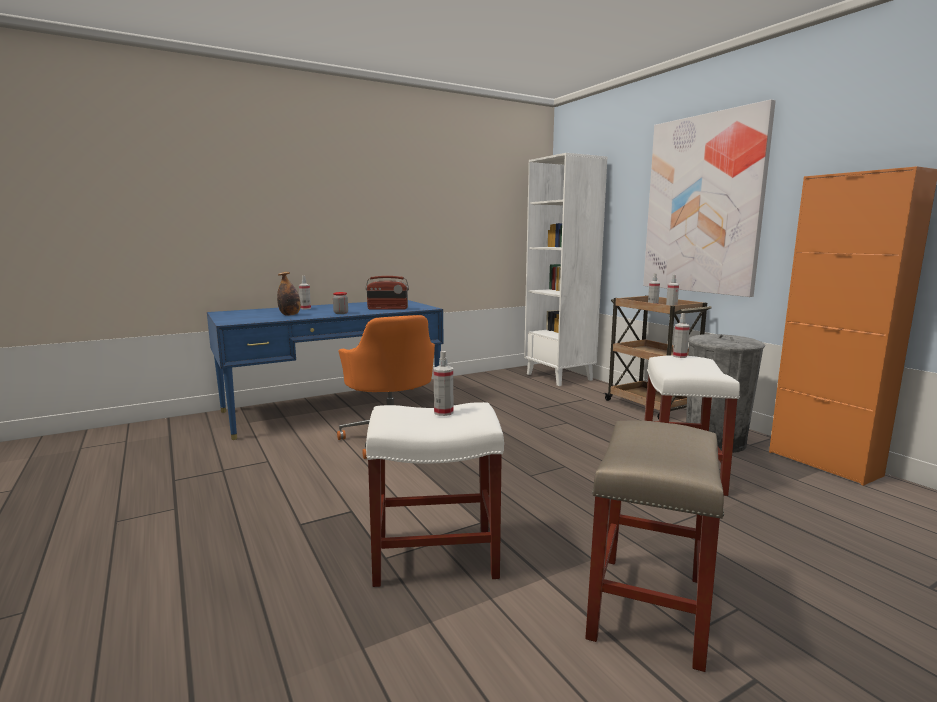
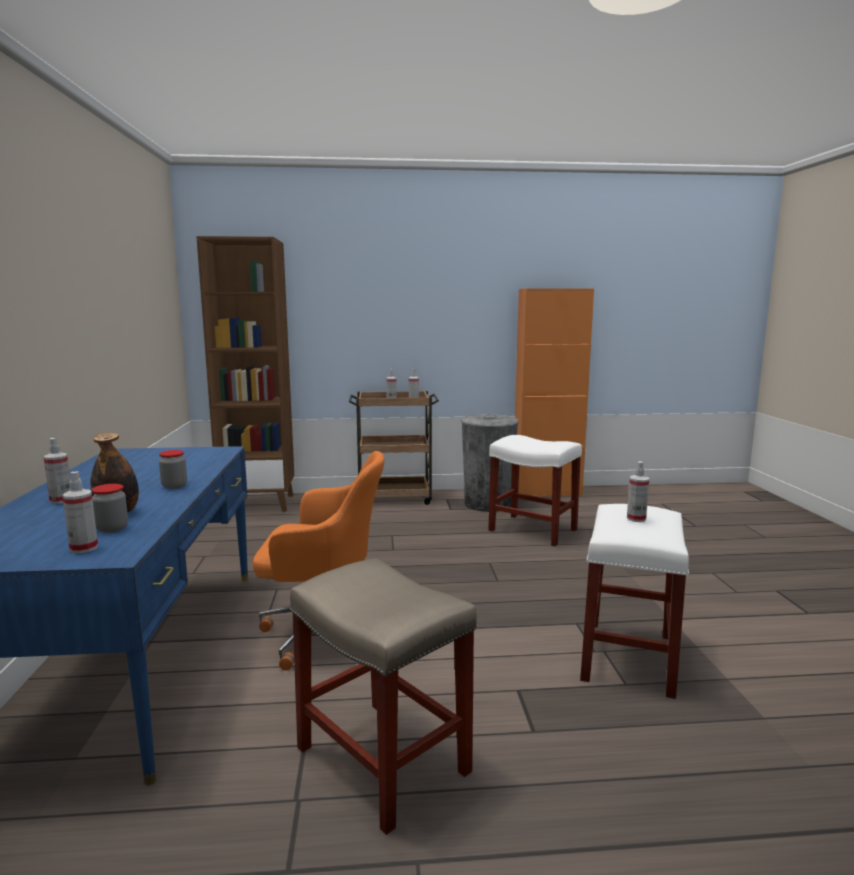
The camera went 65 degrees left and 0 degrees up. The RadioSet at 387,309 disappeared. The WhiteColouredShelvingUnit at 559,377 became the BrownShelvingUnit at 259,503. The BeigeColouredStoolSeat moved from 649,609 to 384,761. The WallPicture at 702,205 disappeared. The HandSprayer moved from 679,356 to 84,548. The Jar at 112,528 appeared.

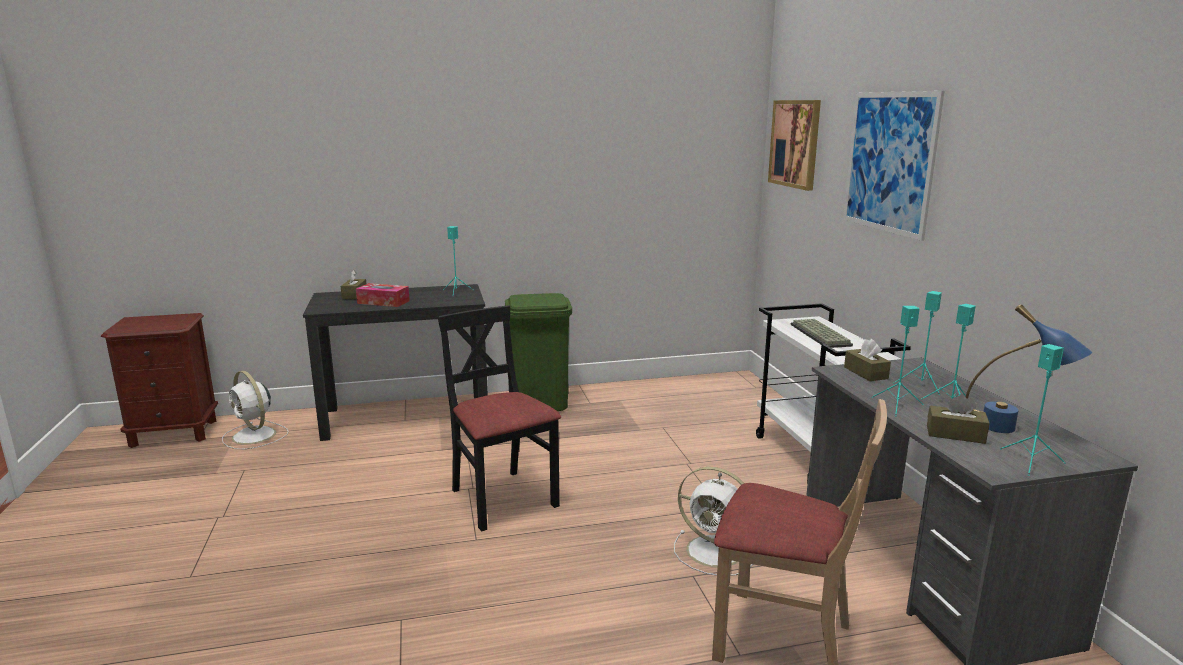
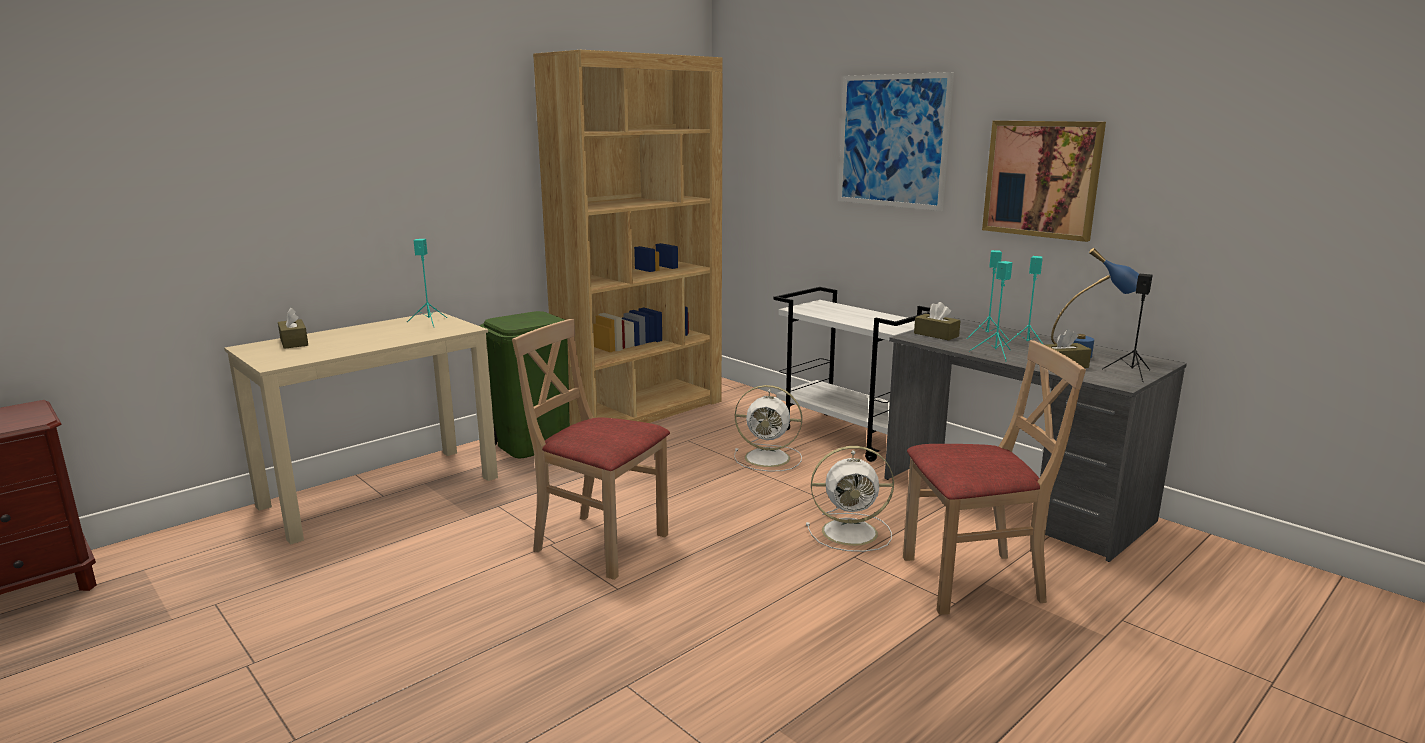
The camera went 30 degrees left and 0 degrees up. The WhiteColouredElectricFan moved from 255,436 to 769,458. The BlackColouredDesk at 407,416 became the BeigeColouredDesk at 382,491. The TissueBox at 383,302 disappeared. The BlackColouredPlainChair at 502,498 became the BeigeColouredPlainChair at 600,544. The WallPicture moved from 795,143 to 1042,179. The Keyboard at 821,335 disappeared. The BlueGreenLoudspeaker at 1031,462 became the BlackColouredLoudspeaker at 1131,373. The BrownShelvingUnit at 641,410 appeared.

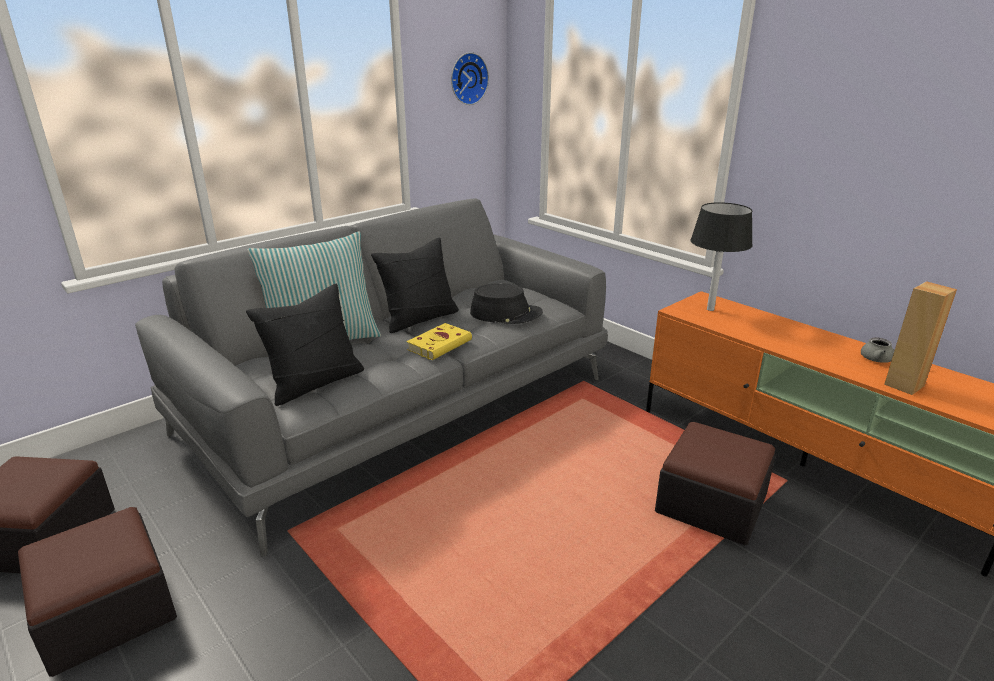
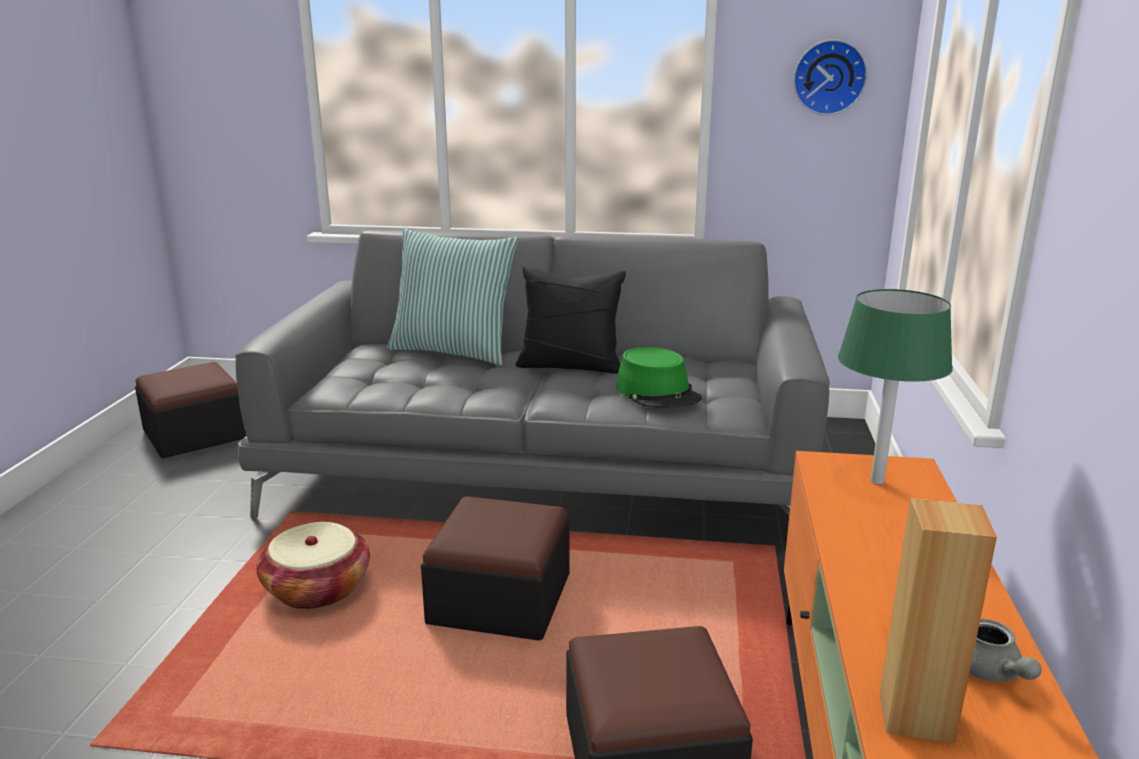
The camera went 50 degrees right and 5 degrees down. The Pouffe moved from 107,611 to 500,598. The BlackColouredCushion at 315,383 disappeared. The YellowishBoundBook at 440,344 disappeared. The BlackColouredHat at 506,313 became the GreenishHat at 658,393. The BlackColouredLampForATable at 710,309 became the GreenishLampForATable at 876,481. The HouseholdBasket at 317,589 appeared.

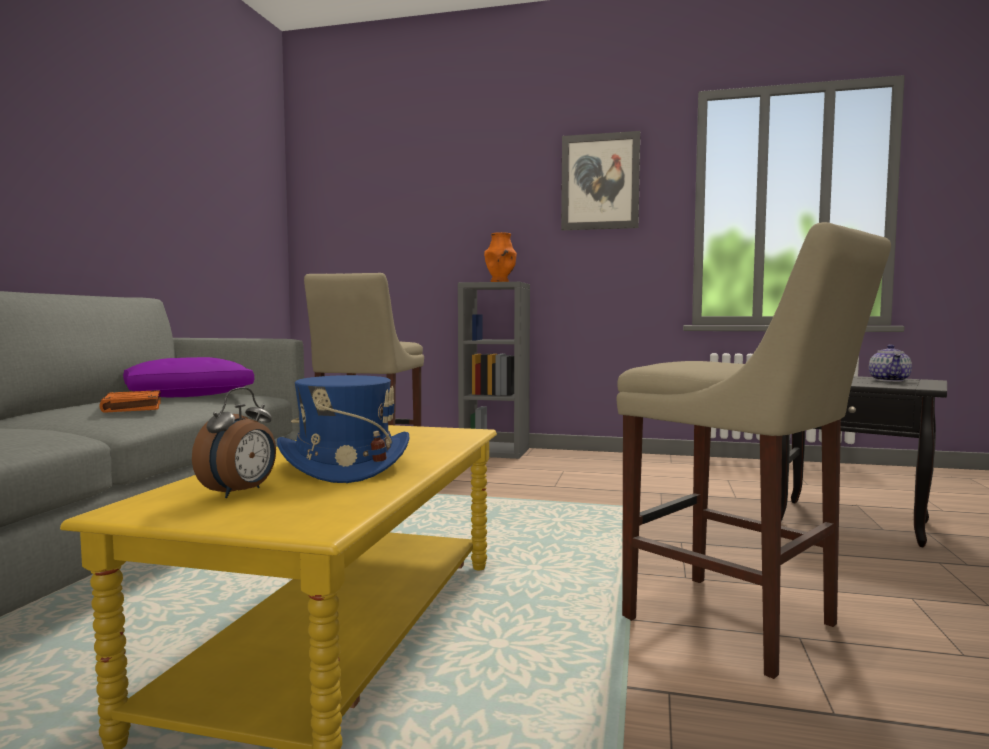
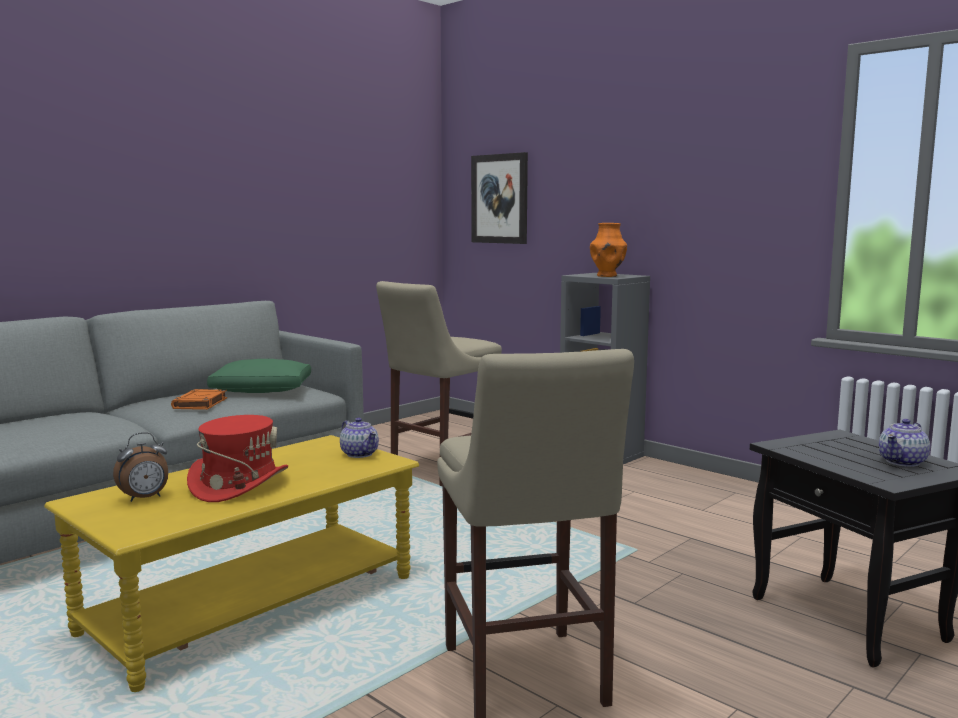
The camera went 30 degrees right and 5 degrees up. The PurpleColouredCushion at 190,395 became the GreenishCushion at 263,390. The BluishHat at 344,465 became the RedColouredHat at 239,484. The WallPicture moved from 600,182 to 499,199. The TeaPot at 359,454 appeared.

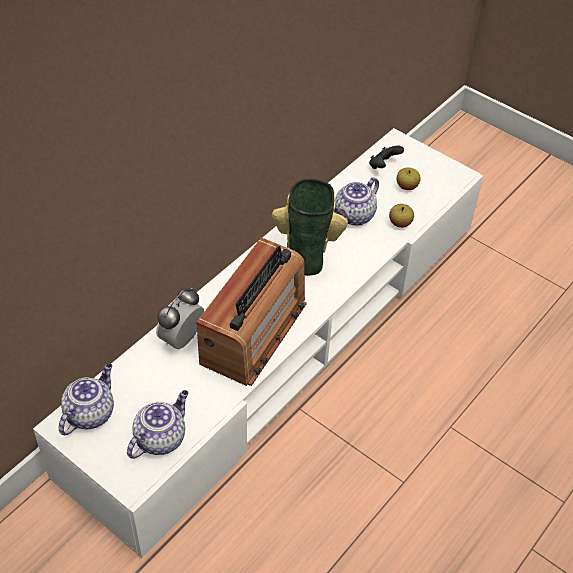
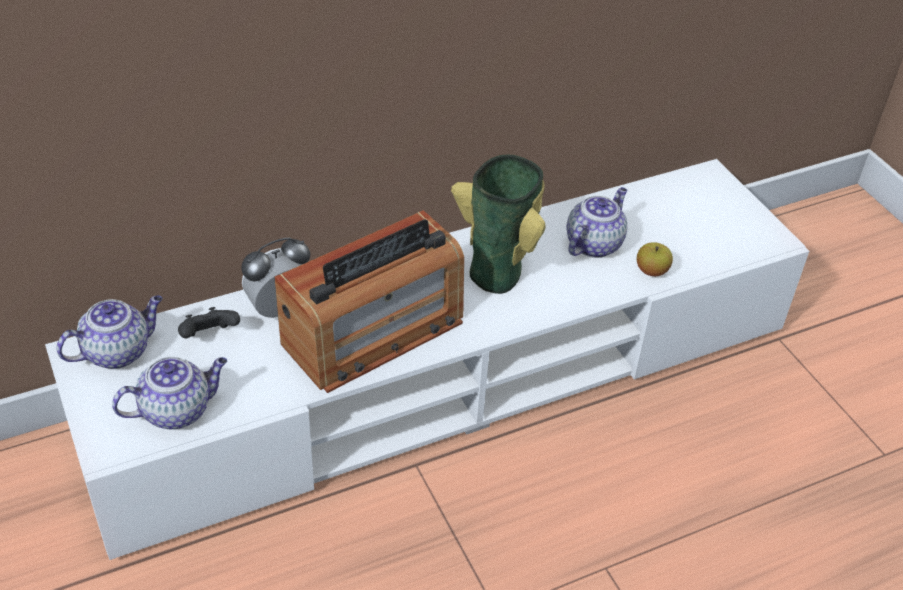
The camera went 25 degrees right and 5 degrees down. The TeaPot at 354,216 turned 150 degrees clockwise. The BlackColouredGamepad moved from 383,166 to 209,336. The WholeApple at 407,186 disappeared.

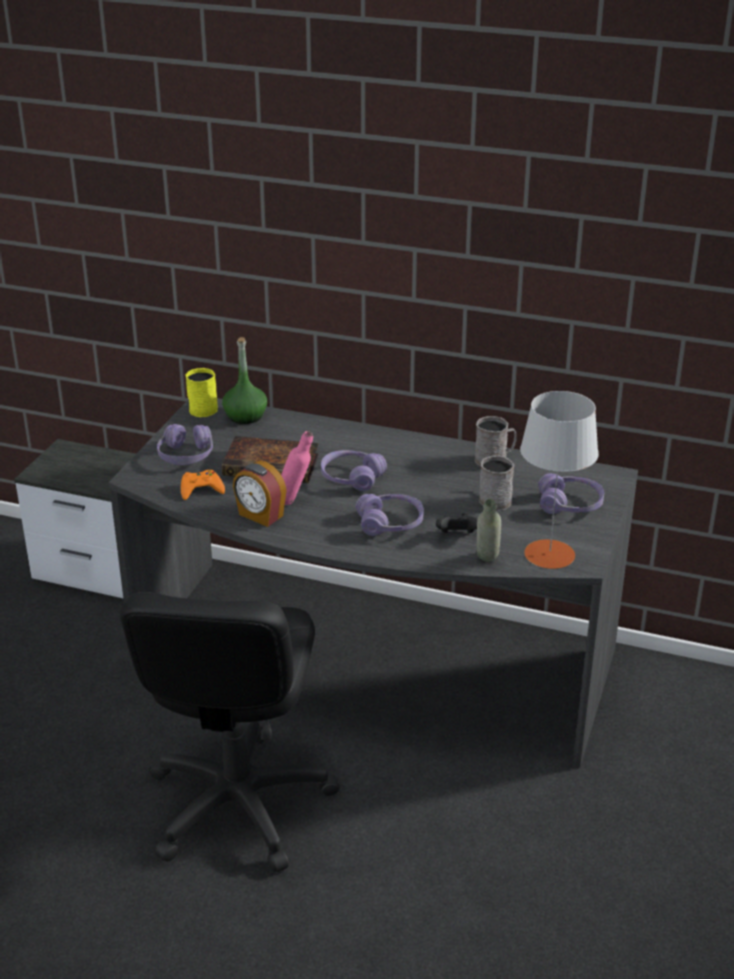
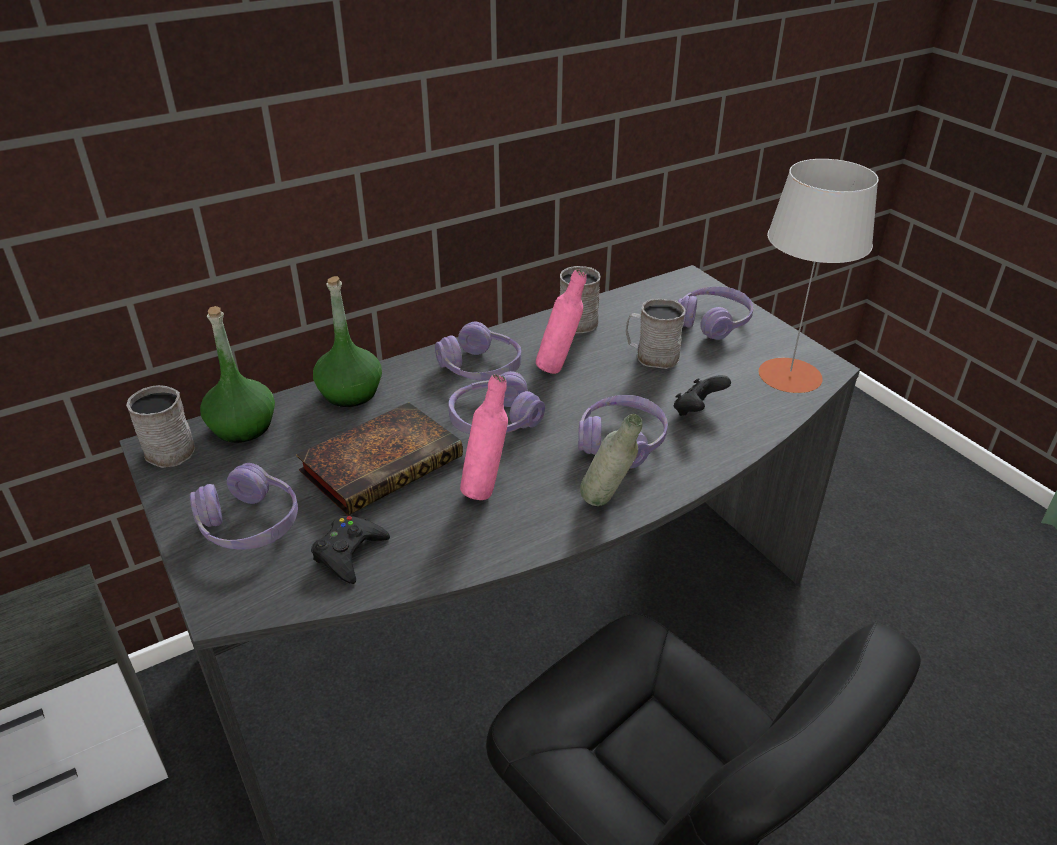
The camera went 50 degrees left and 5 degrees up. The OrangeColouredGamepad at 201,489 became the BlackColouredGamepad at 349,553. The YellowishCoffeeMug at 203,407 became the GreyishCoffeeMug at 165,449. The TableClock at 260,515 disappeared. The GreyishDrinkBottle moved from 487,563 to 607,506. The GreenishDrinkBottle at 350,393 appeared. The PurpleColouredHeadset at 481,368 appeared. The PinkishDrinkBottle at 559,367 appeared.

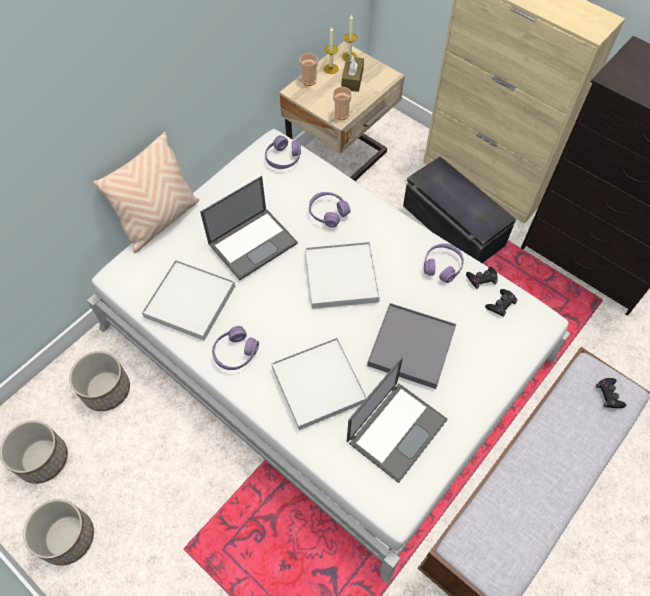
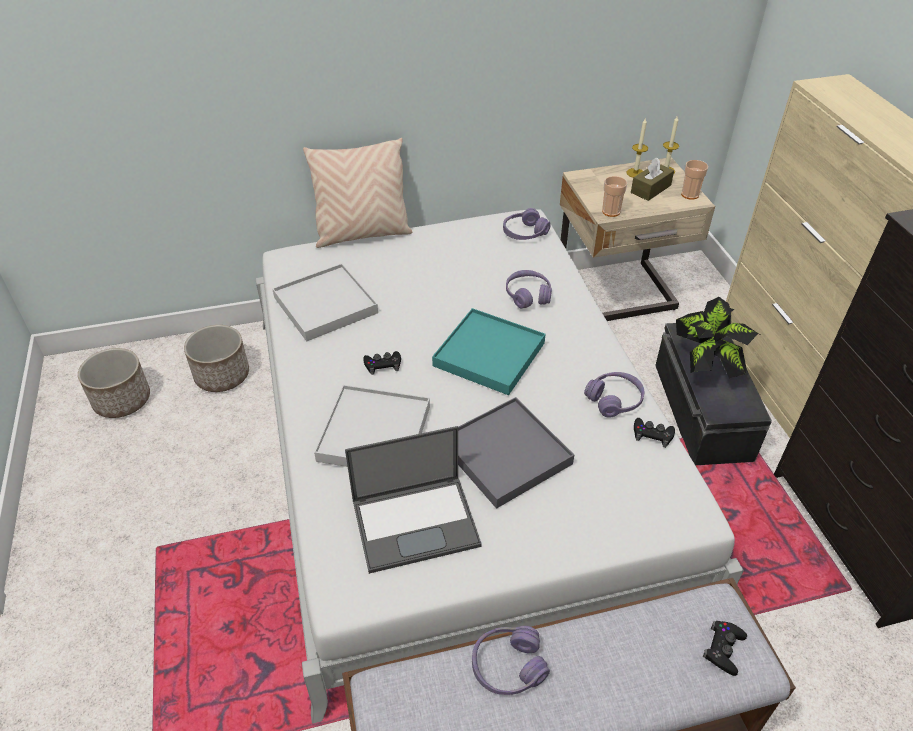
The camera went 35 degrees right and 15 degrees down. The PlantPot at 67,537 disappeared. The PortableComputer at 253,243 disappeared. The PurpleColouredHeadset moved from 235,353 to 508,666. The SmallCup moved from 309,81 to 690,194. The WhiteColouredTray at 341,277 became the BlueGreenTray at 489,354. The BlackColouredGamepad moved from 501,304 to 383,365. The PlantInAPot at 705,369 appeared.

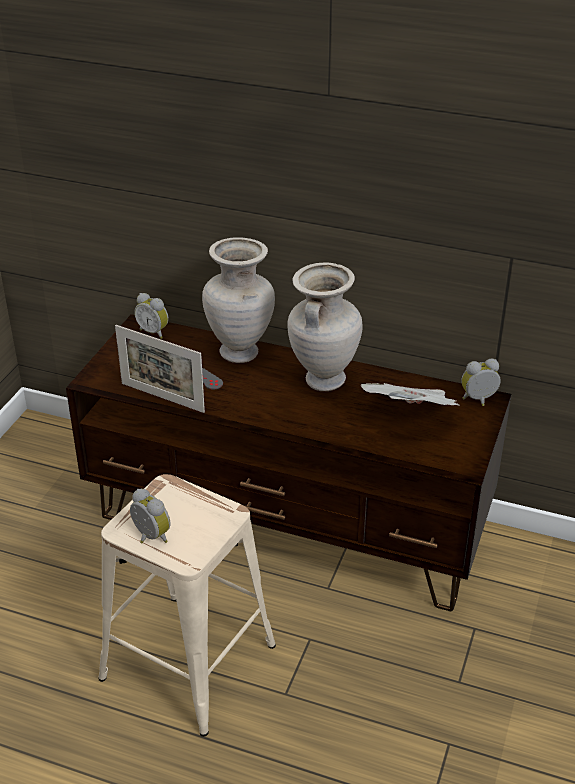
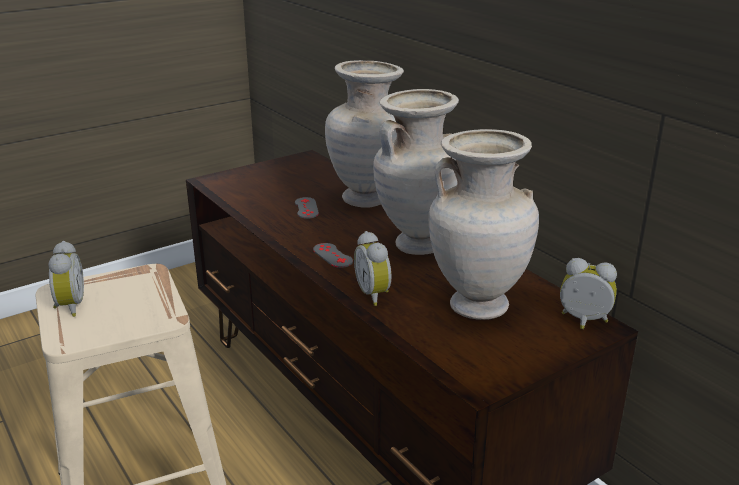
The camera went 35 degrees right and 10 degrees down. The PictureFrame at 162,397 disappeared. The TableClock moved from 154,332 to 375,294. The PrintedPaper at 411,415 was replaced by the BeigeColouredDecorativeVase at 477,306. The GreyishGamepad at 332,255 appeared.

